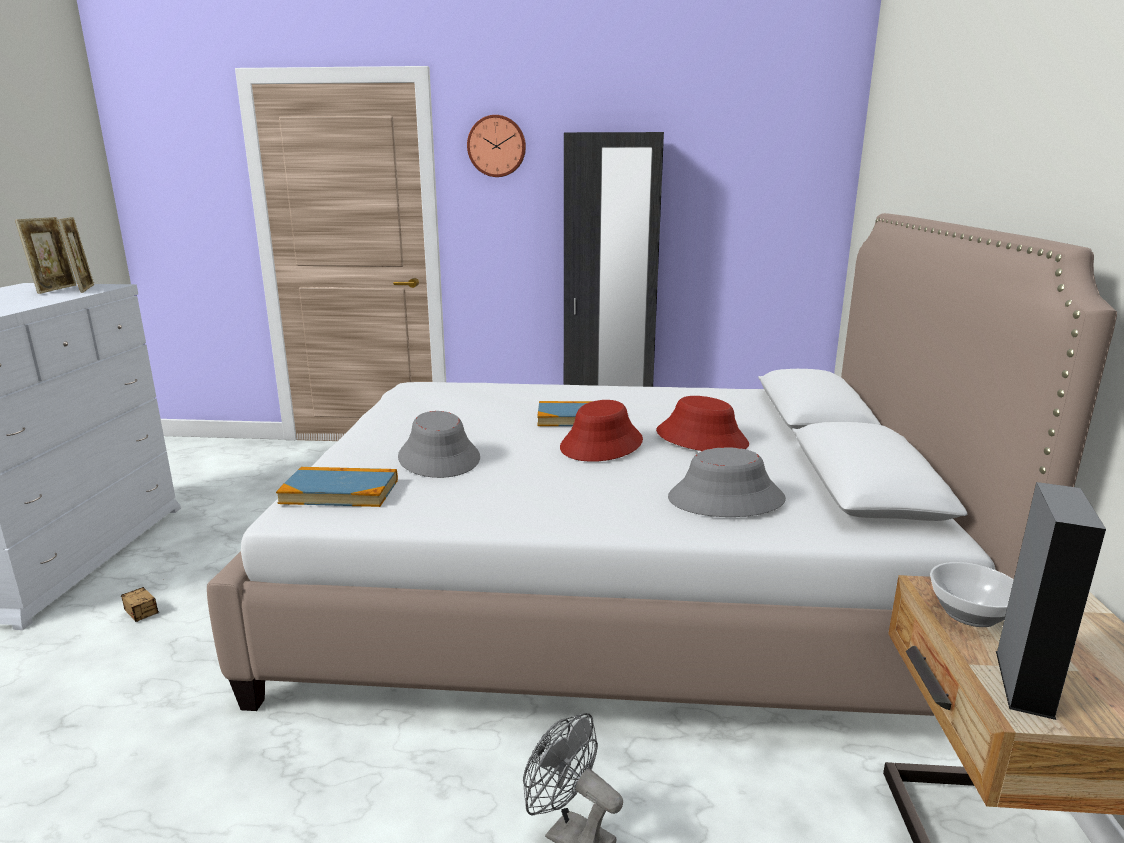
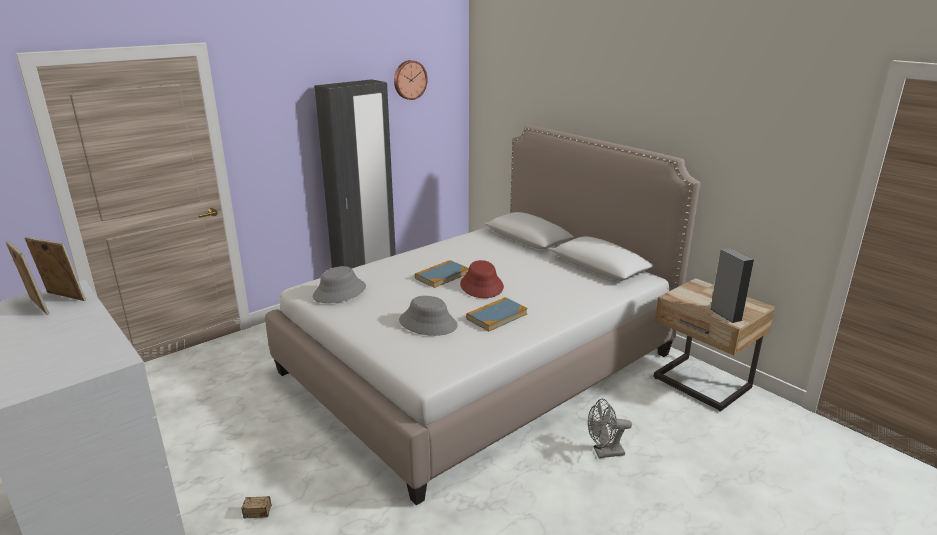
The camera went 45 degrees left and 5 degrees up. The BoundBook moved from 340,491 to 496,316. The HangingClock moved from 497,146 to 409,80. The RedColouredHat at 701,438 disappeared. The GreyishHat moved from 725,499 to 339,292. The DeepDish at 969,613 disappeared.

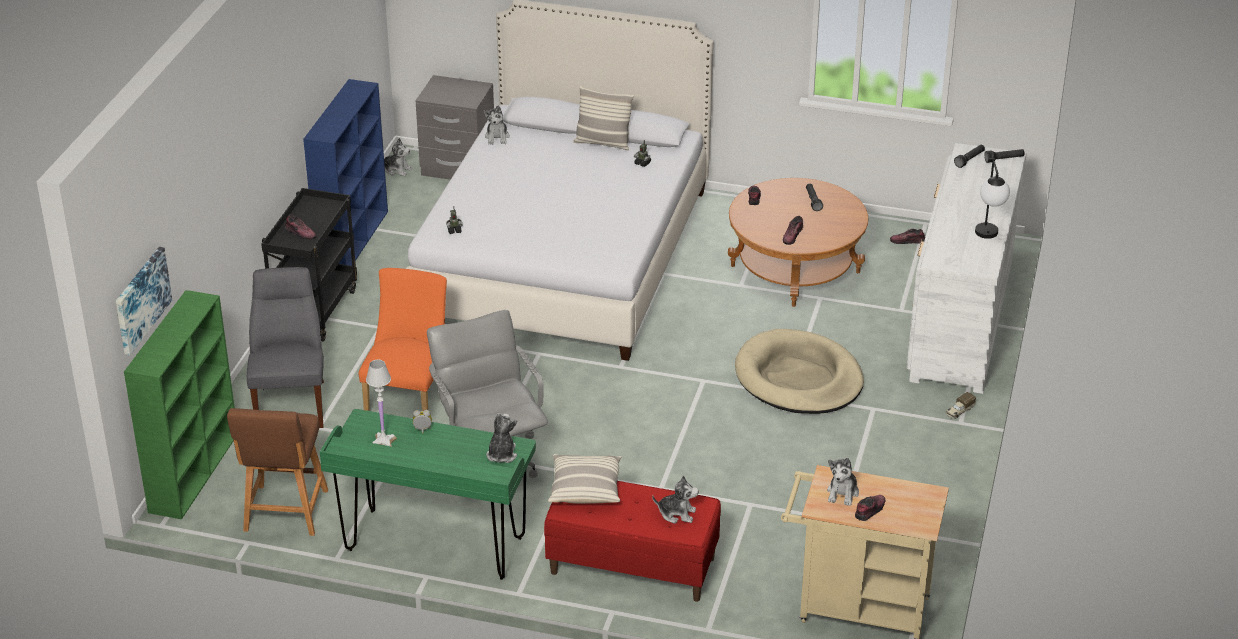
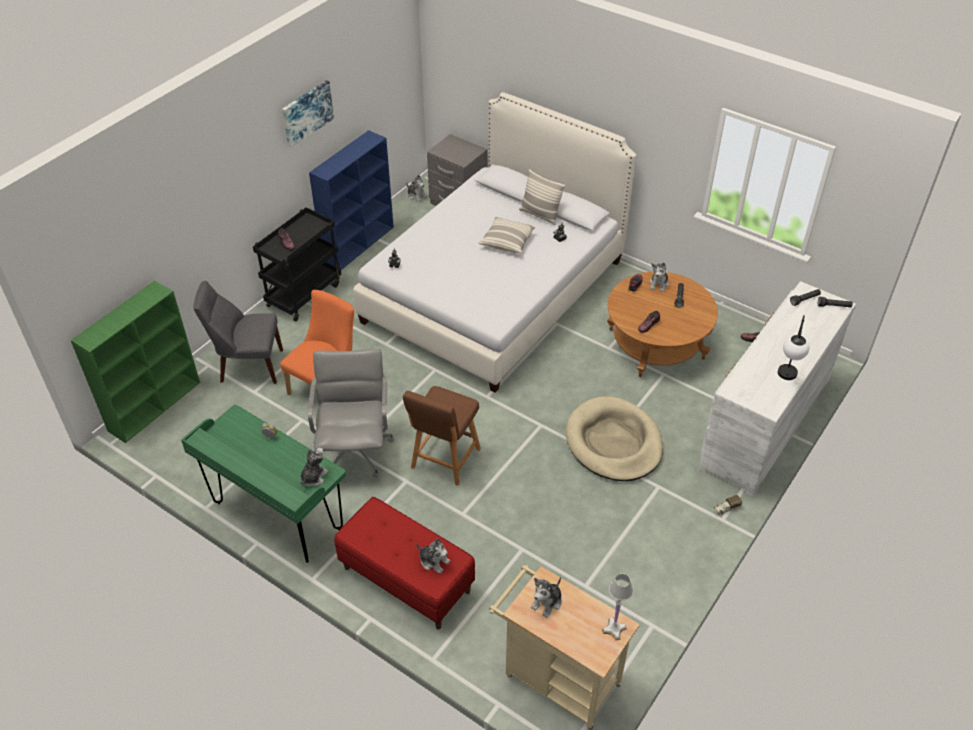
The camera went 20 degrees right and 10 degrees up. The WallPicture moved from 141,300 to 306,113. The BrownStoolSeat moved from 285,513 to 444,461. The GreyishPlainChair at 292,402 turned 105 degrees counterclockwise. The WhiteColouredLampForATable moved from 383,441 to 614,629. The CuddlyToy moved from 497,137 to 659,284. The Cushion moved from 585,488 to 507,241. The Shoe at 870,510 disappeared.

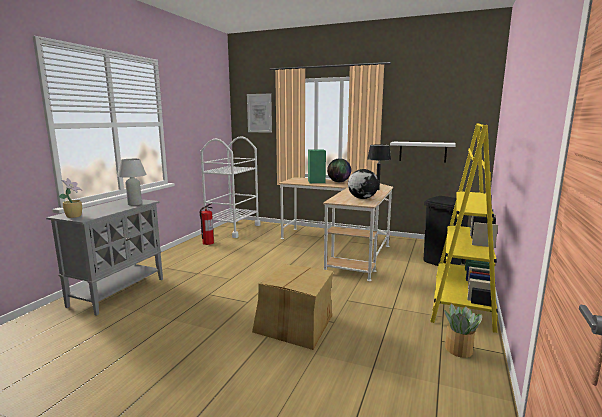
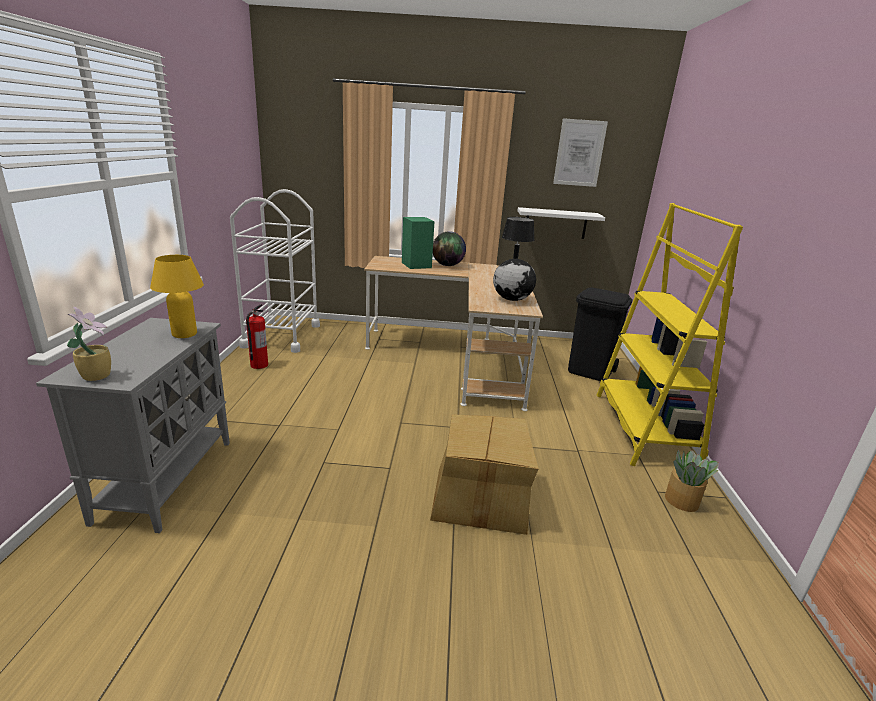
The camera went 20 degrees left and 10 degrees up. The WhiteColouredLampForATable at 135,204 became the YellowishLampForATable at 184,334. The WallPicture moved from 259,113 to 579,153.

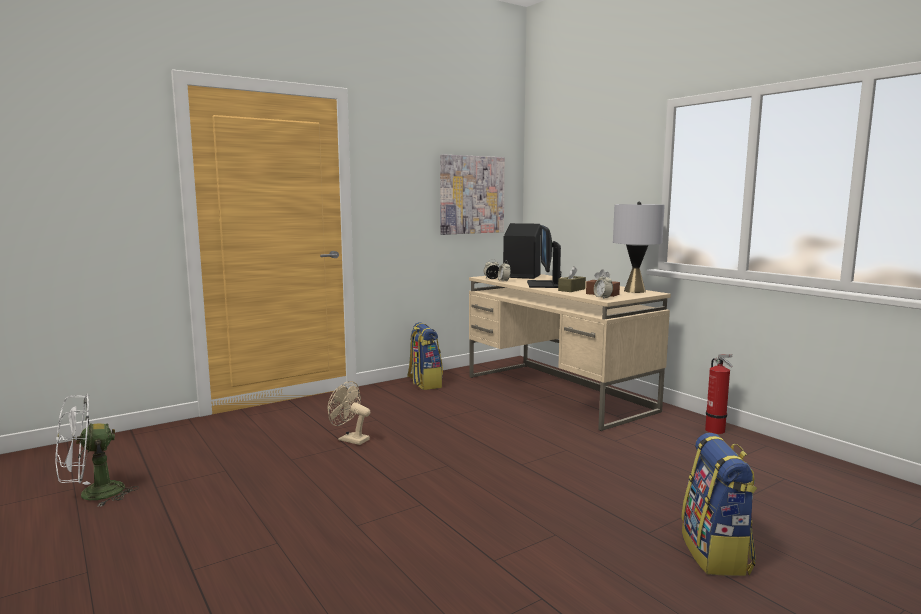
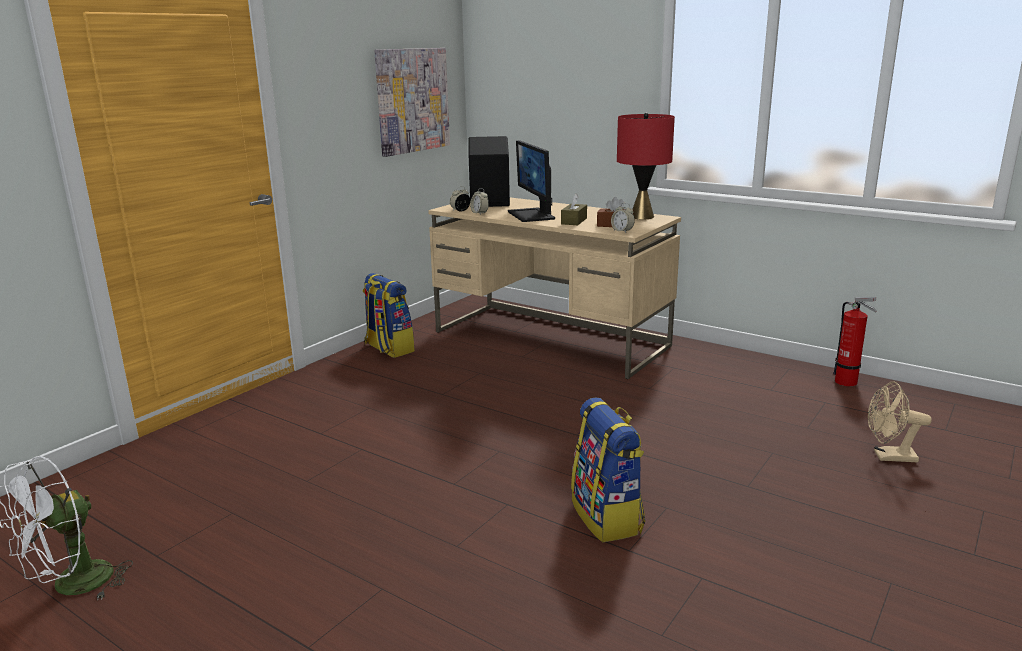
The camera went 20 degrees left and 10 degrees up. The BeigeColouredElectricFan moved from 349,439 to 888,457. The GreyishLampForATable at 635,291 became the RedColouredLampForATable at 642,216. The Rucksack moved from 716,553 to 608,517. The FireExtinguisher moved from 716,431 to 848,383.

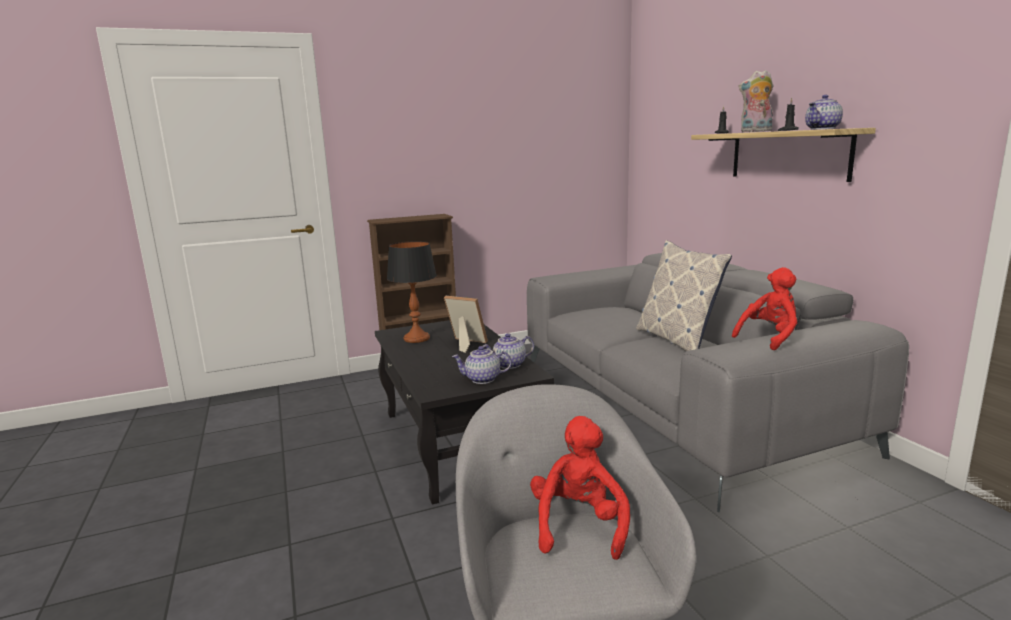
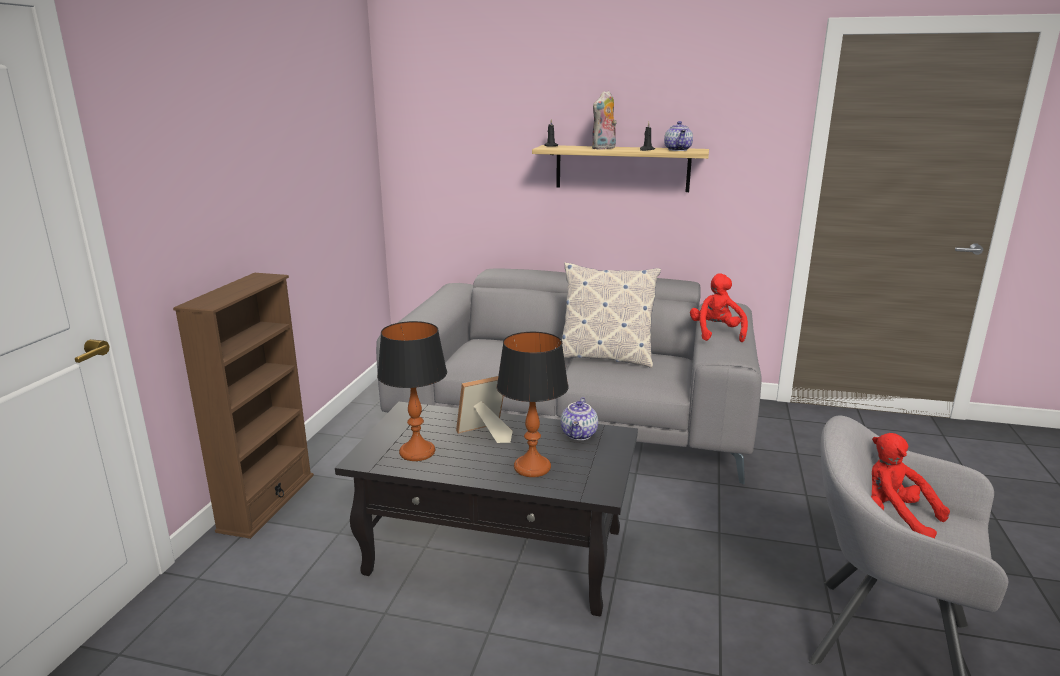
The camera went 55 degrees left and 5 degrees up. The TeaPot at 482,379 disappeared. The LampForATable at 532,467 appeared.

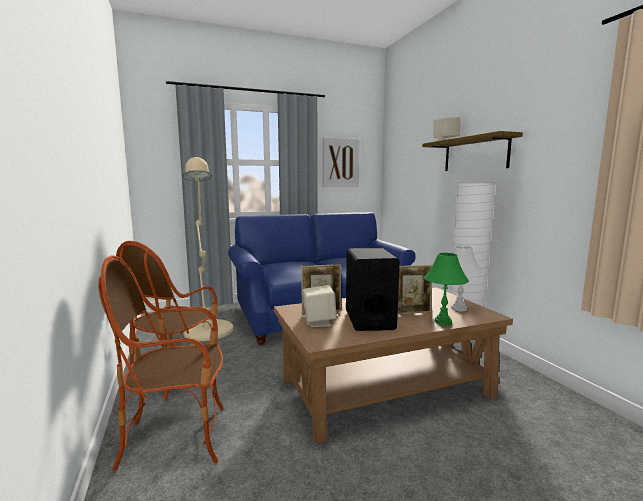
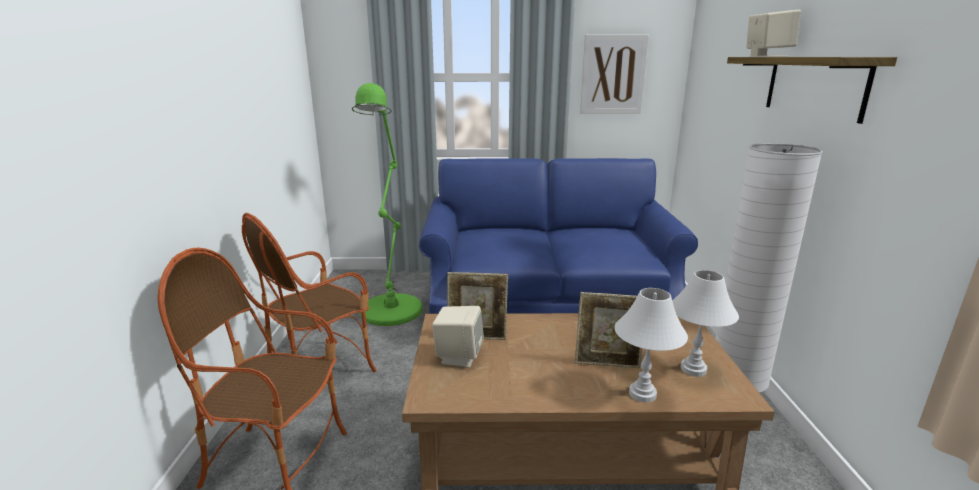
The camera went 20 degrees right and 10 degrees up. The BeigeColouredStandingLamp at 208,328 became the GreenishStandingLamp at 393,306. The BlackColouredLoudspeaker at 369,319 disappeared. The GreenishLampForATable at 442,322 became the WhiteColouredLampForATable at 642,393.

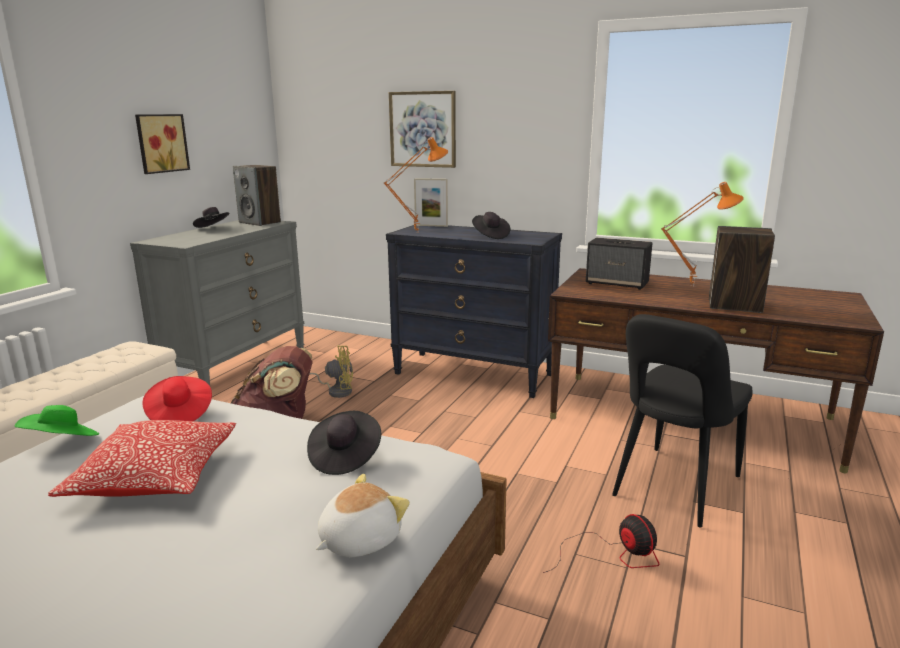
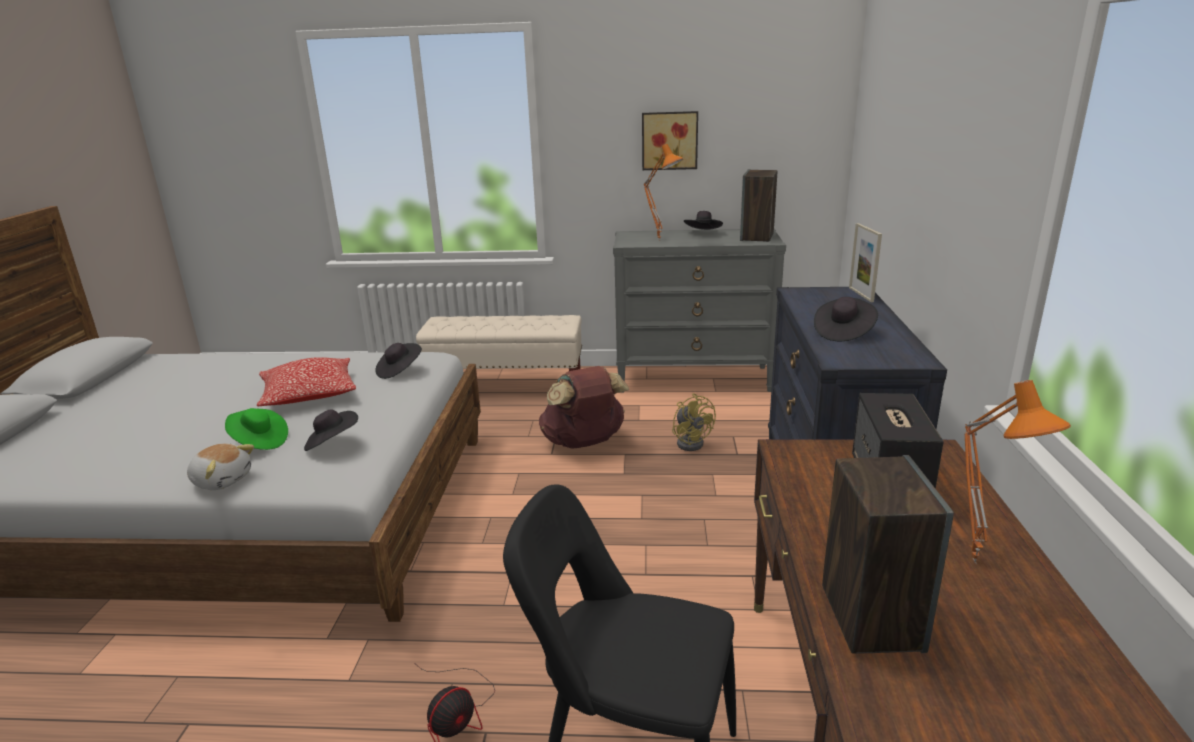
The camera went 70 degrees right and 5 degrees up. The GreenishHat moved from 62,442 to 259,441. The RedColouredHat at 179,414 became the BlackColouredHat at 399,371. The OrangeColouredLampForATable moved from 417,232 to 661,240. The WallPicture at 423,129 disappeared.

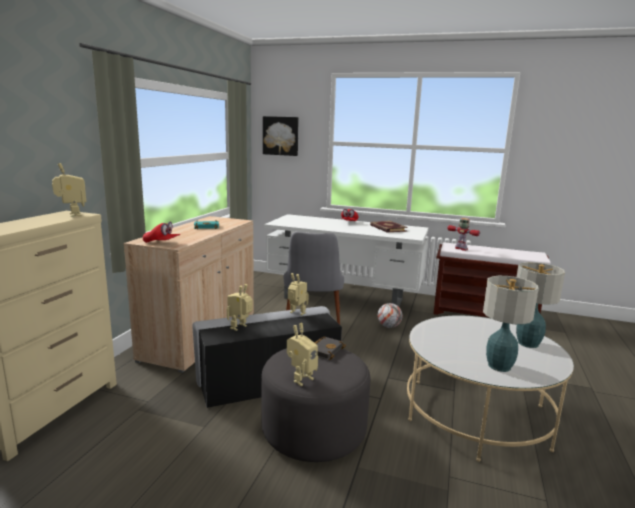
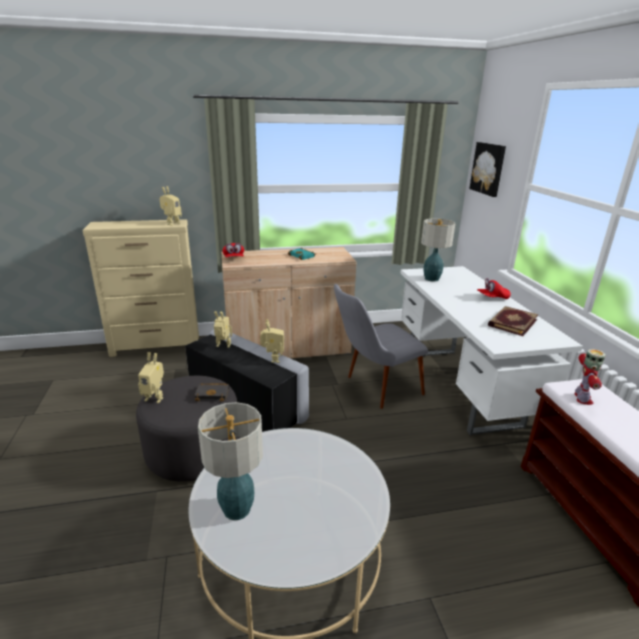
The camera went 60 degrees right and 10 degrees up. The FootballBall at 389,326 disappeared. The LampForATable moved from 528,343 to 431,279.

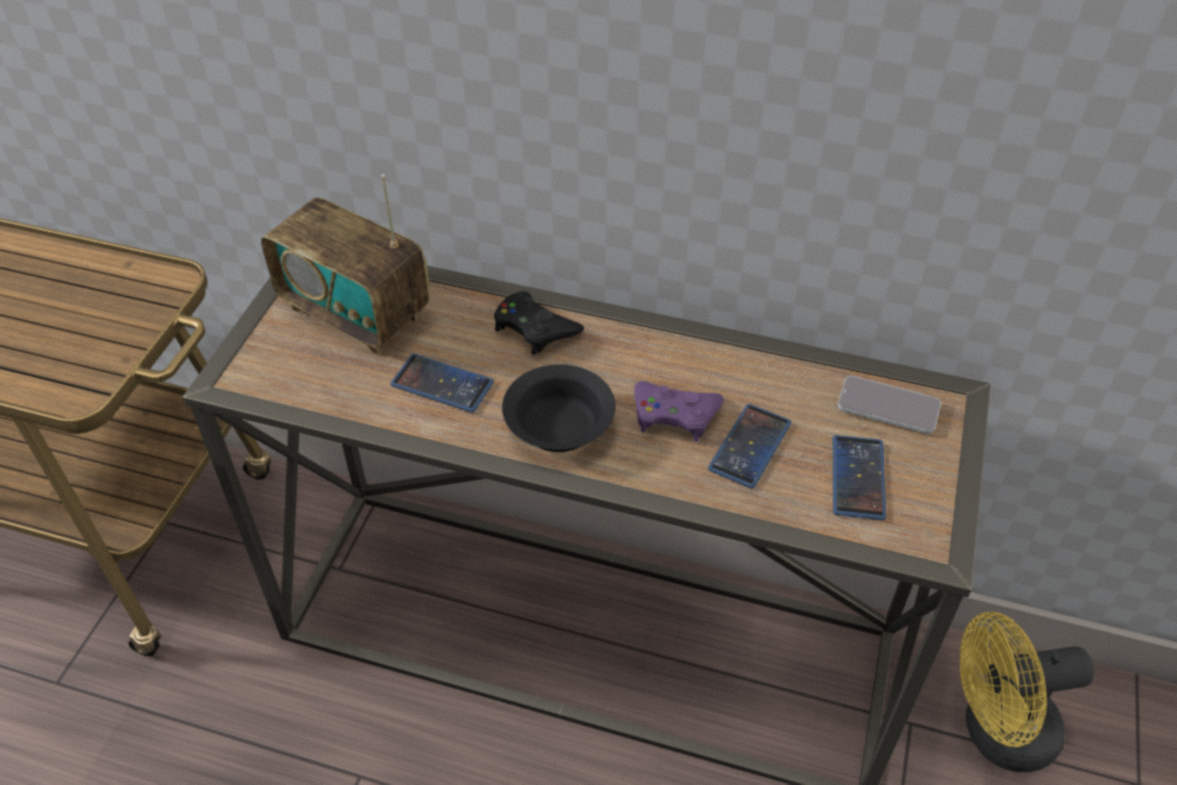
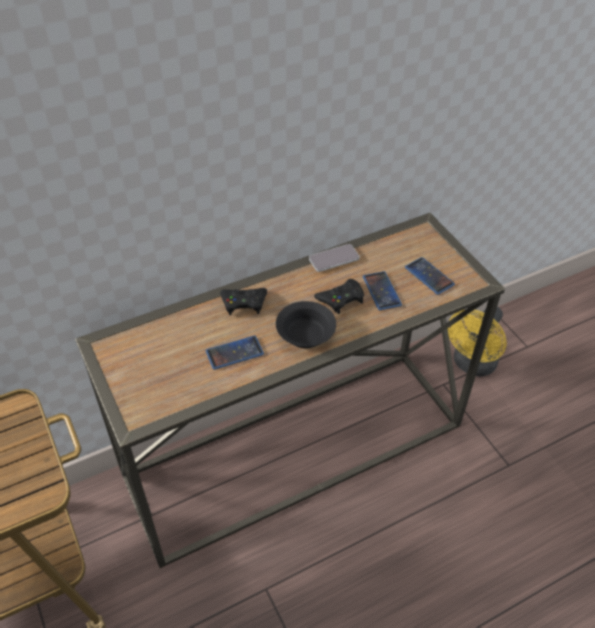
The camera went 45 degrees left and 0 degrees up. The RadioSet at 356,313 disappeared. The PurpleColouredGamepad at 674,415 became the BlackColouredGamepad at 341,299. The Handset moved from 888,406 to 334,259.

